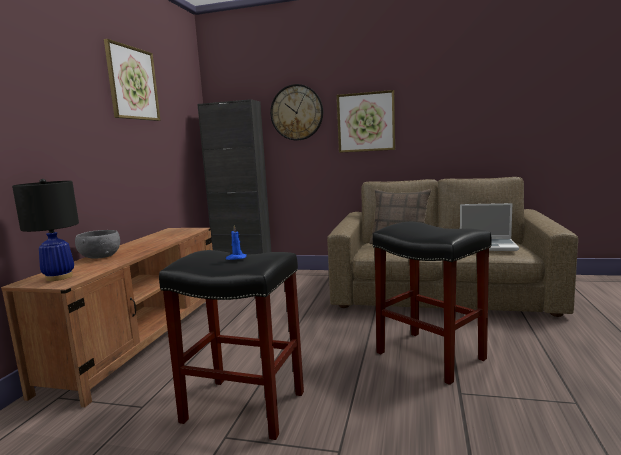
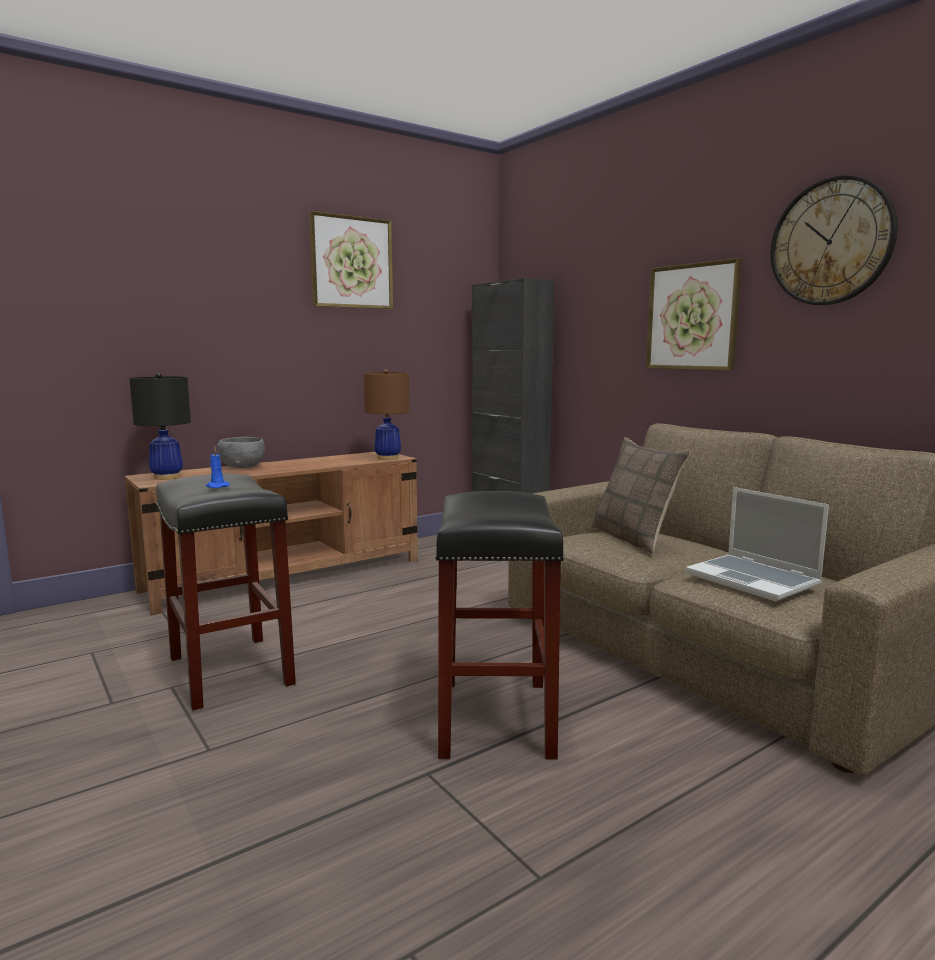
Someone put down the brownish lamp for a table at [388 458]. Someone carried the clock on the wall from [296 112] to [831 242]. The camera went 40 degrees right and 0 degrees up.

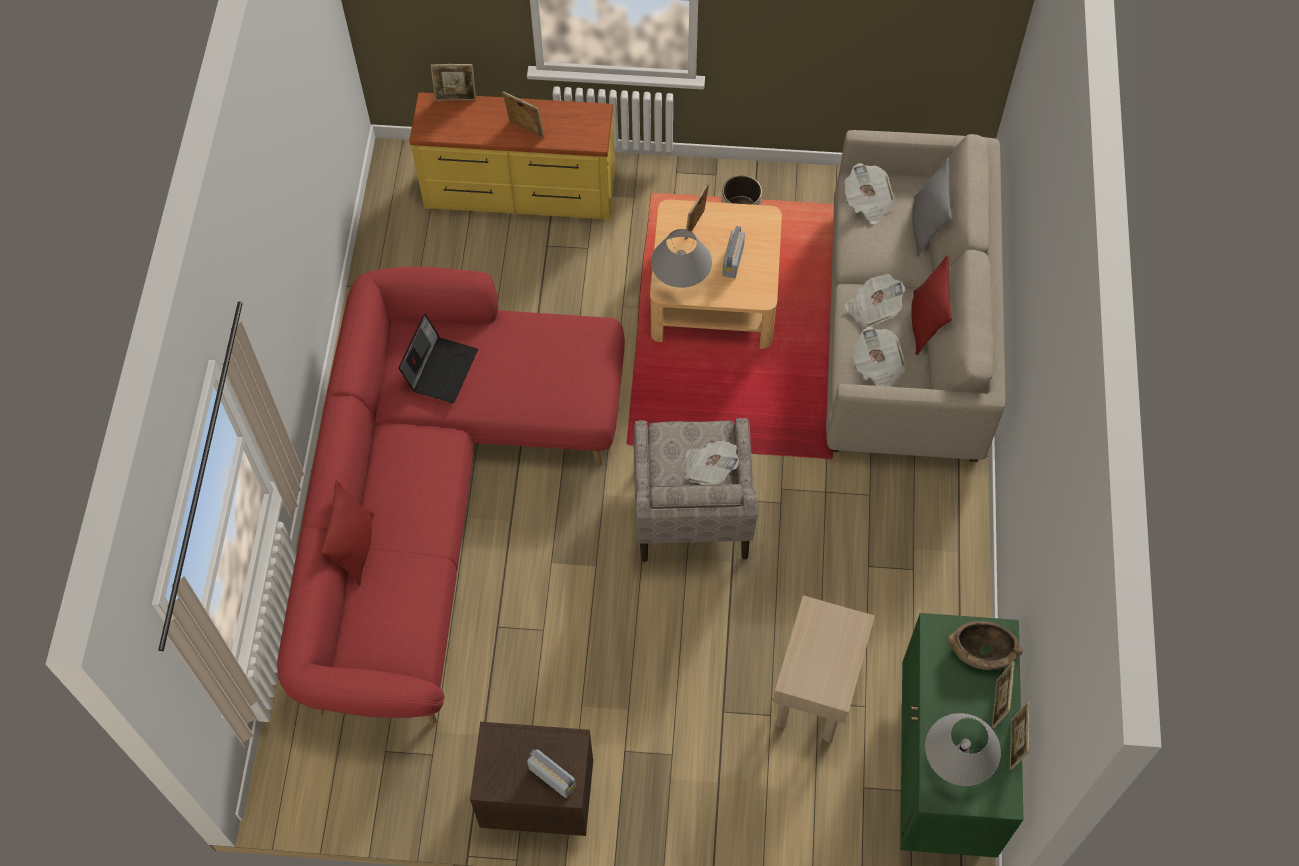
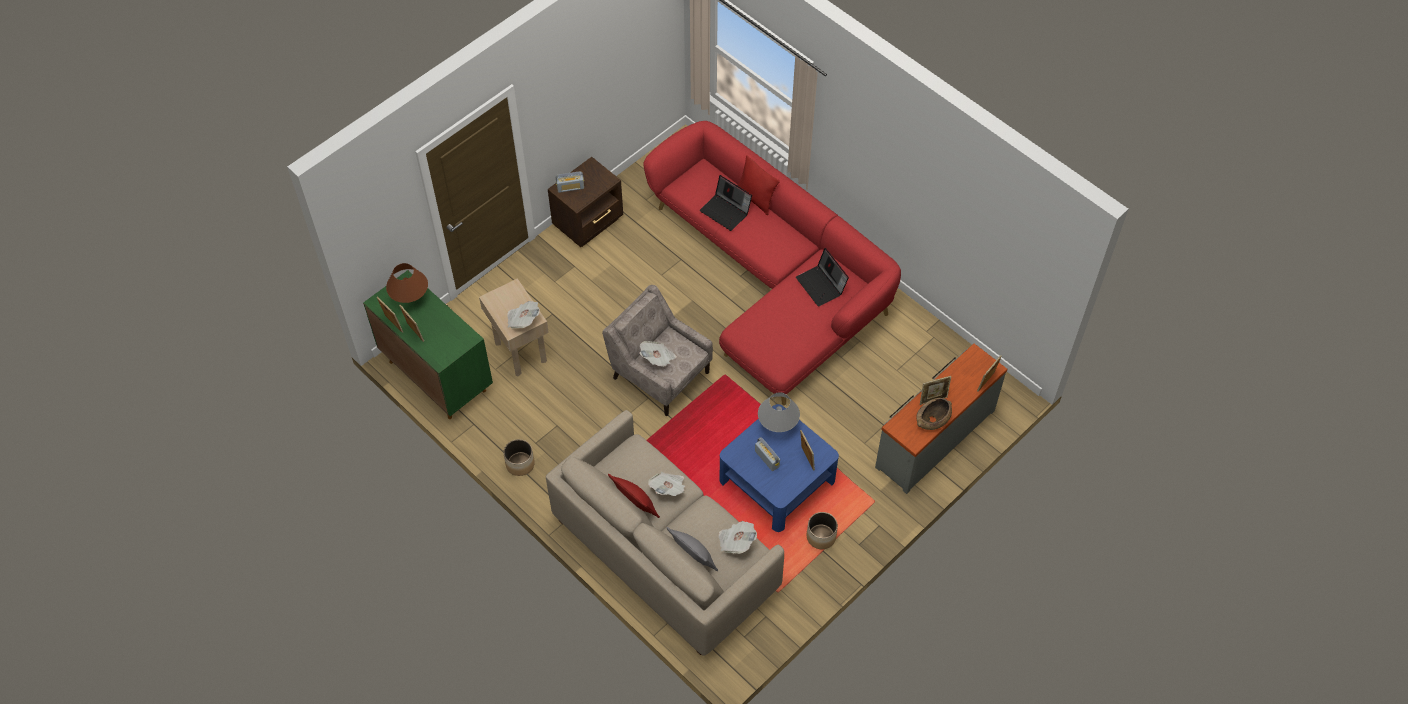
Someone repainted the grey lamp for a table at [956 761], which became the brownish lamp for a table at [410 298]. Someone put down the planter at [519 463]. Someone carried the newspaper from [877 366] to [523 320]. Someone put down the portable computer at [726 211]. Someone repainted the sand-coloured lounge table at [715 295], which became the blue-coloured lounge table at [776 480]. Someone repainted the yellow chest of drawers at [519 192], which became the grey chest of drawers at [934 437]. Someone carried the brownish bowl from [982 651] to [933 419]. The camera went 130 degrees right and 5 degrees down.

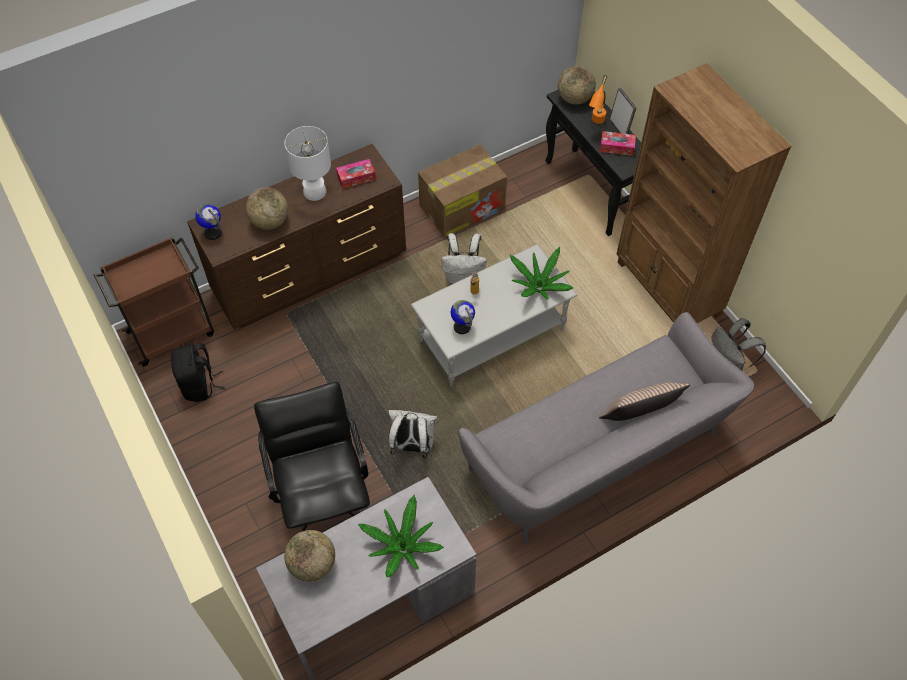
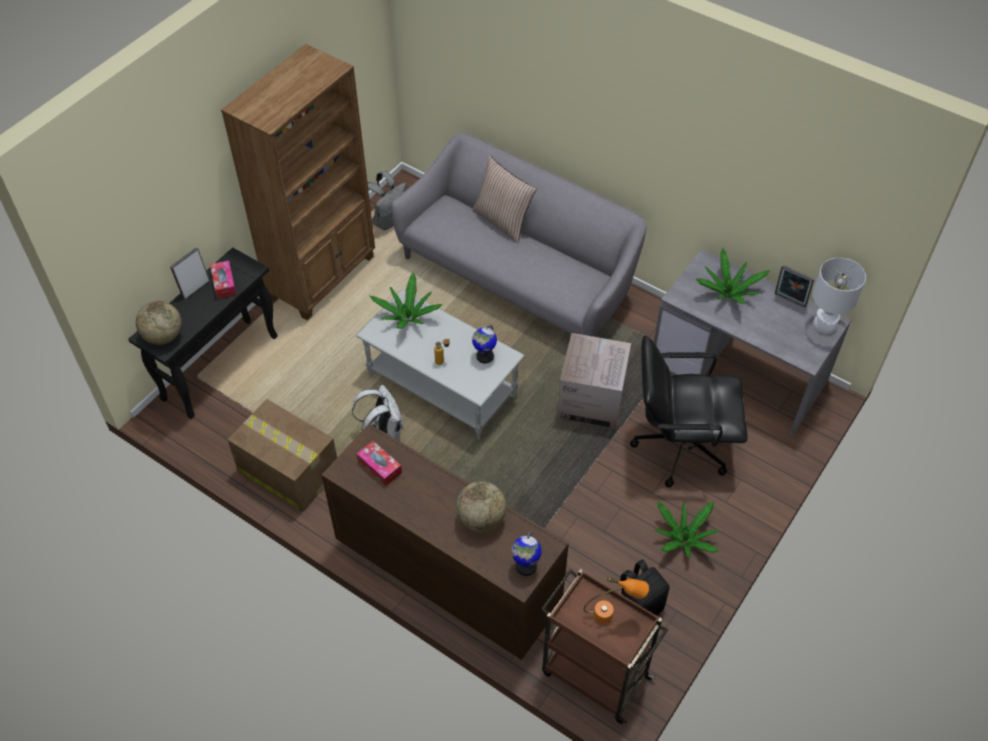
Someone swapped the white rucksack at [412 446] for the cardboard box at [591 401]. Someone carried the orange-coloured lamp for a table from [596 123] to [612 614]. Someone rotated the blackish computer chair at [323 496] by 45 degrees clockwise. Someone put down the potted plant at [684 539]. Someone put down the standing frame at [789 301]. Someone carried the white lamp for a table from [314 191] to [824 325]. Someone took away the world globe at [312 564]. The camera went 115 degrees left and 5 degrees down.

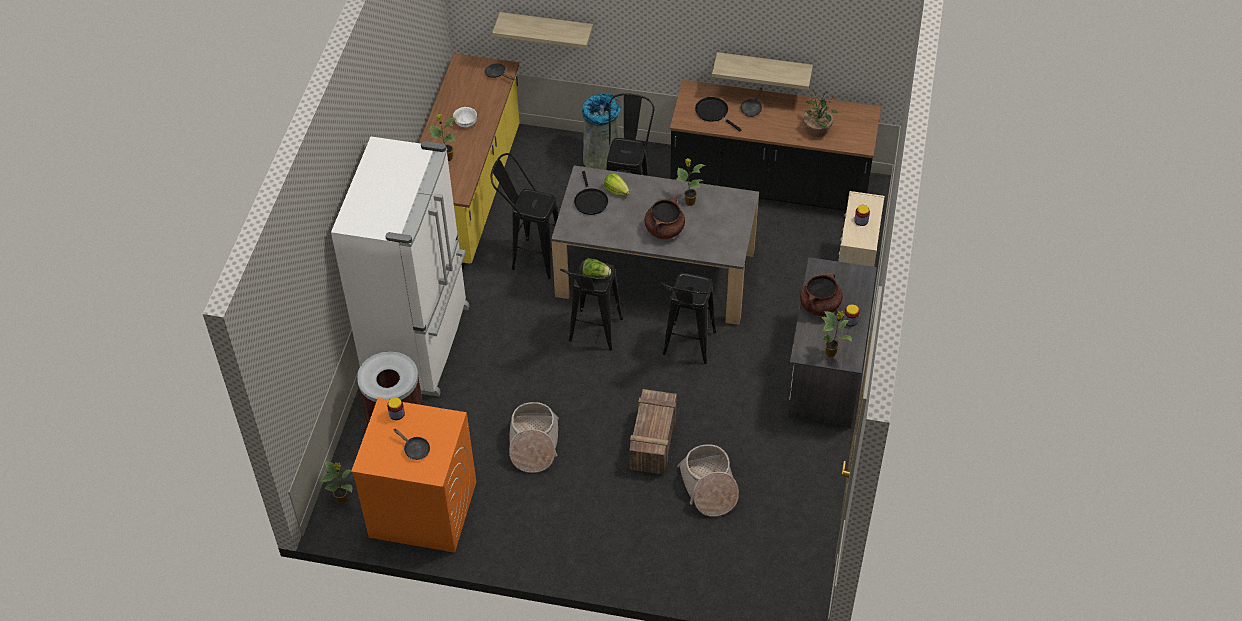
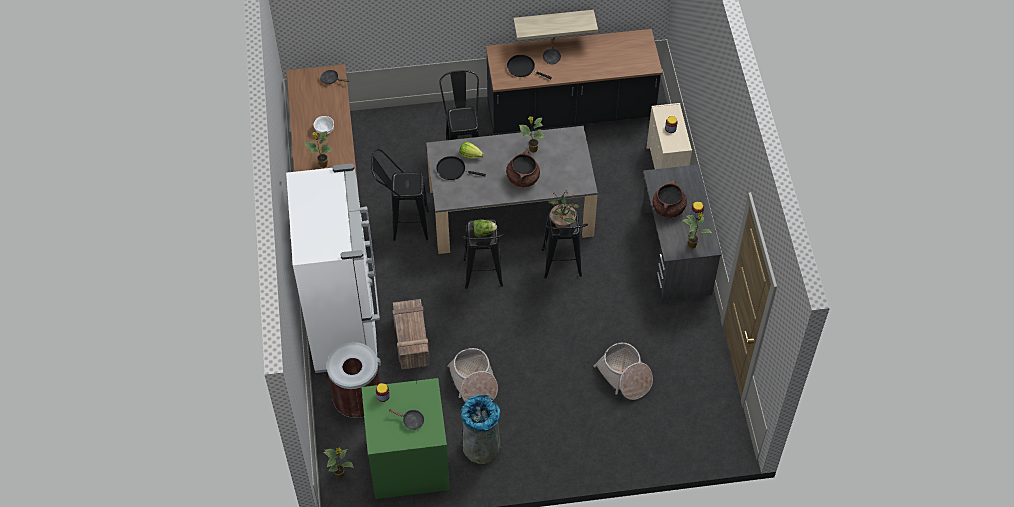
Someone repainted the orange-coloured washing machine at [422 509], which became the greenish washing machine at [408 463]. Someone carried the packing crate from [653 440] to [411 340]. Someone rotated the blackish pan at [590 201] by 135 degrees clockwise. Someone carried the grey waste bin from [602 160] to [481 446]. Someone carried the potted plant from [817 130] to [562 222]. Someone took away the shelf at [546 28]. The camera went 20 degrees left and 5 degrees up.

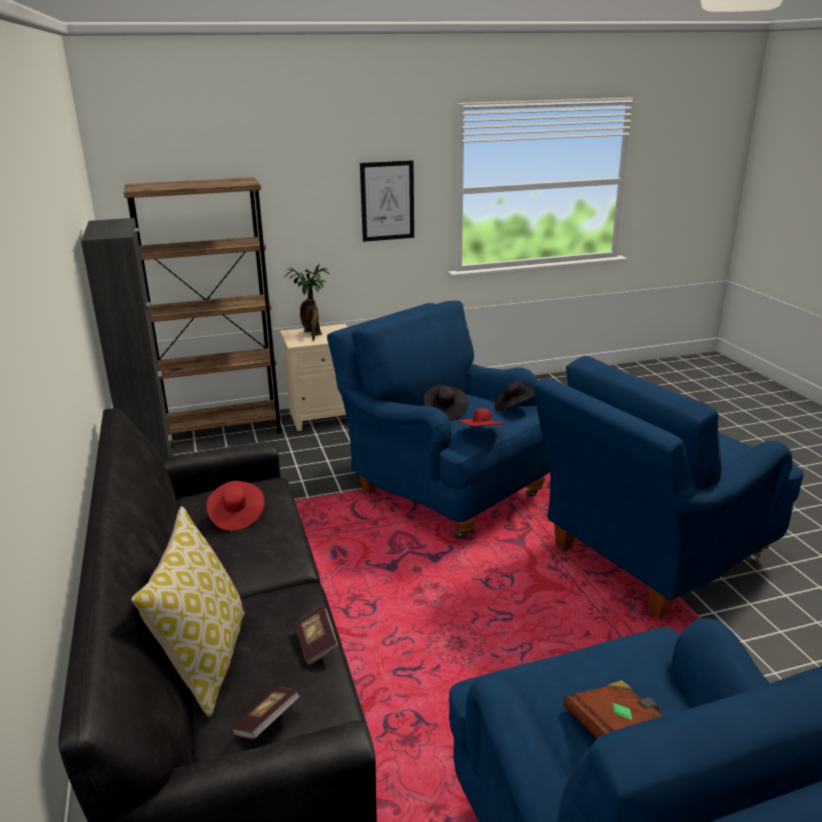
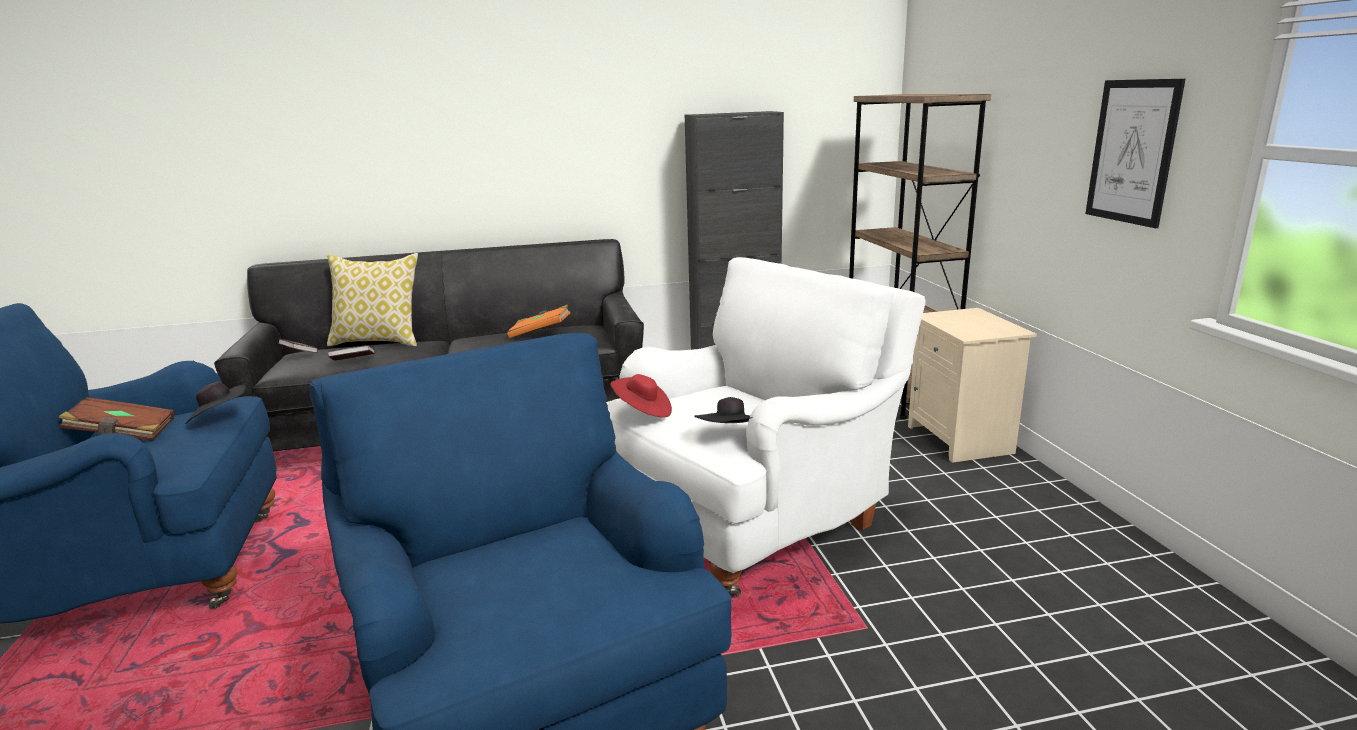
Someone carried the blackish hat from [445 412] to [219 418]. Someone swapped the red-coloured hat at [236 516] for the orange-coloured volume at [540 333]. Someone repainted the blue-coloured lounge chair at [444 490], which became the white lounge chair at [754 523]. Someone took away the potted plant at [312 334]. The camera went 95 degrees right and 5 degrees down.

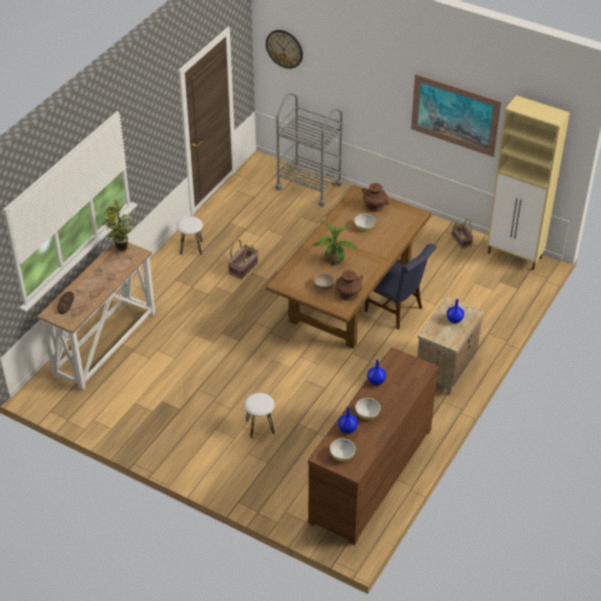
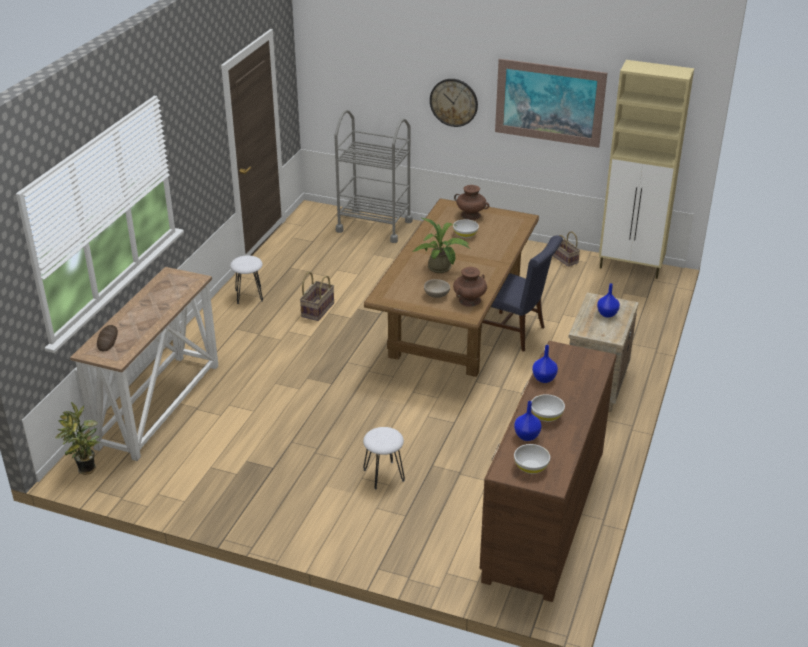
Someone carried the potted plant from [121 249] to [86 470]. Someone carried the clock on the wall from [284 48] to [454 102]. The camera went 10 degrees left and 10 degrees down.

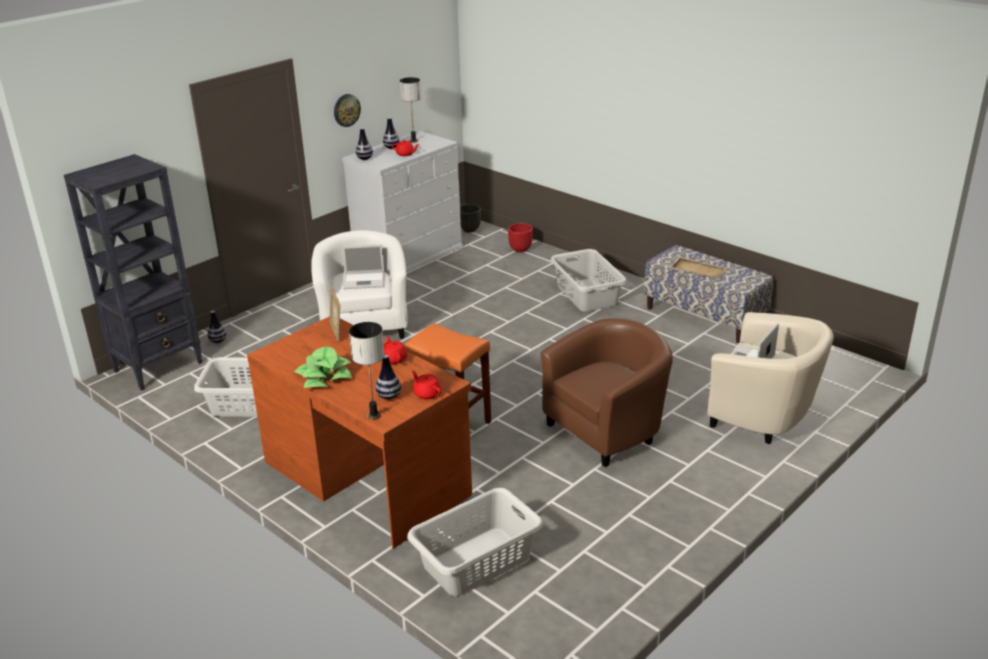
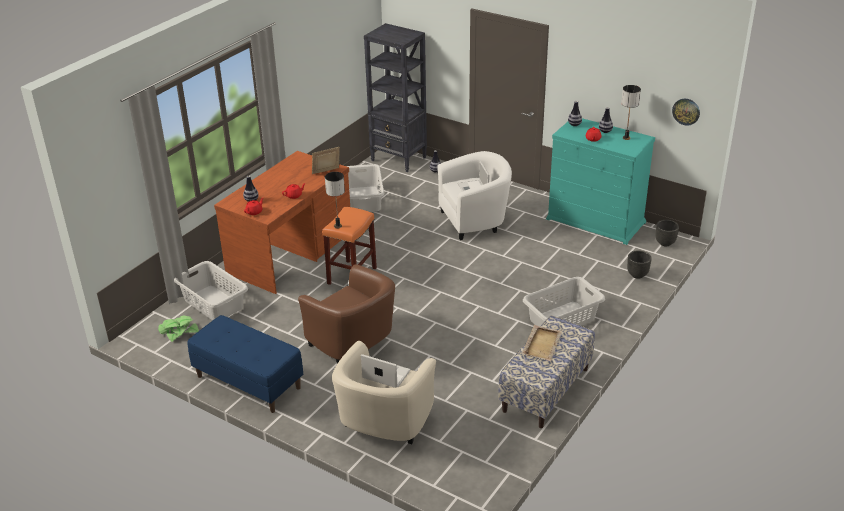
Someone carried the potted plant from [324 377] to [178 331]. Someone put down the blue-coloured indoor bench at [248 382]. Someone carried the lamp for a table from [374 416] to [338 226]. Someone repainted the white chest of drawers at [408 256], which became the blue-green chest of drawers at [596 221]. Someone repainted the red-coloured planter at [520 249], which became the blackish planter at [637 275]. Someone carried the clock on the wall from [346 110] to [686 111]. The camera went 80 degrees right and 5 degrees up.

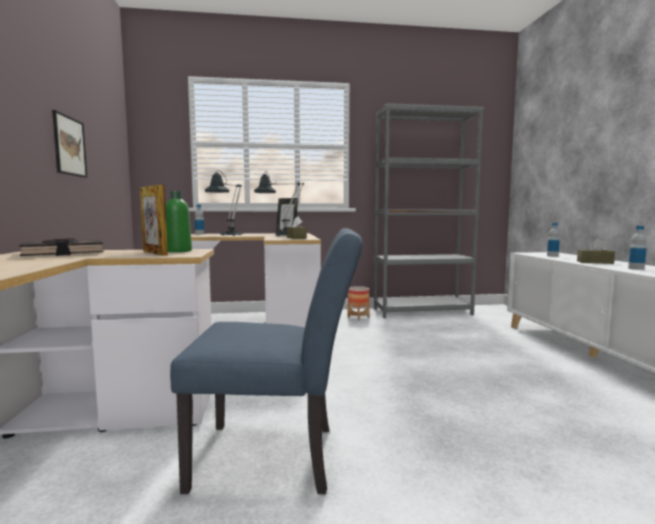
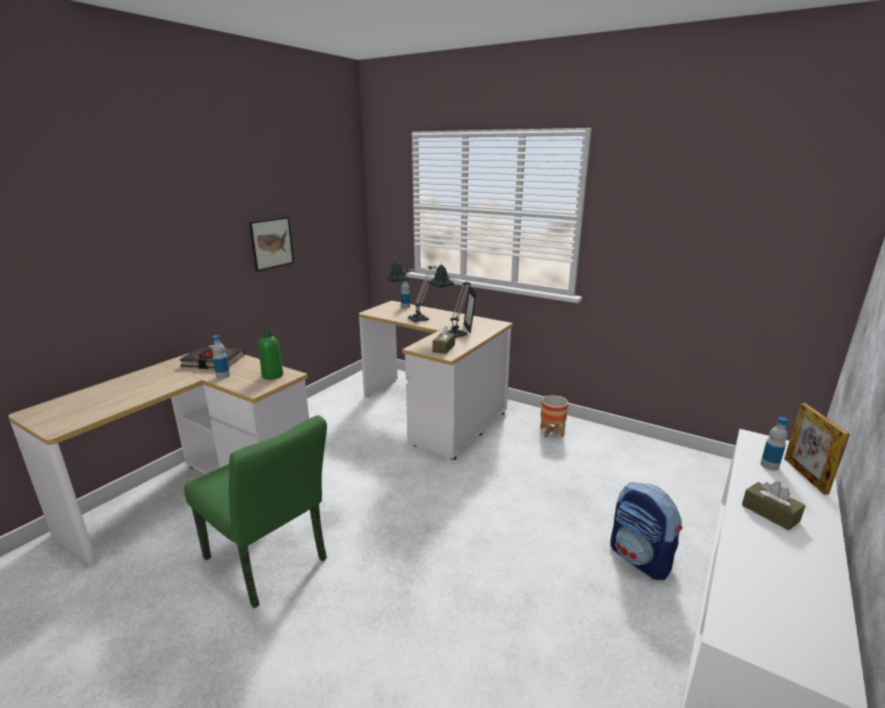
Someone repainted the blue-coloured chair at [277 457], which became the greenish chair at [271 563]. Someone carried the bottle from [636 268] to [223 376]. Someone put down the rucksack at [640 559]. Someone carried the standing frame from [154 253] to [805 475]. Someone took away the grey shelving unit at [422 311]. The camera went 40 degrees right and 15 degrees up.

